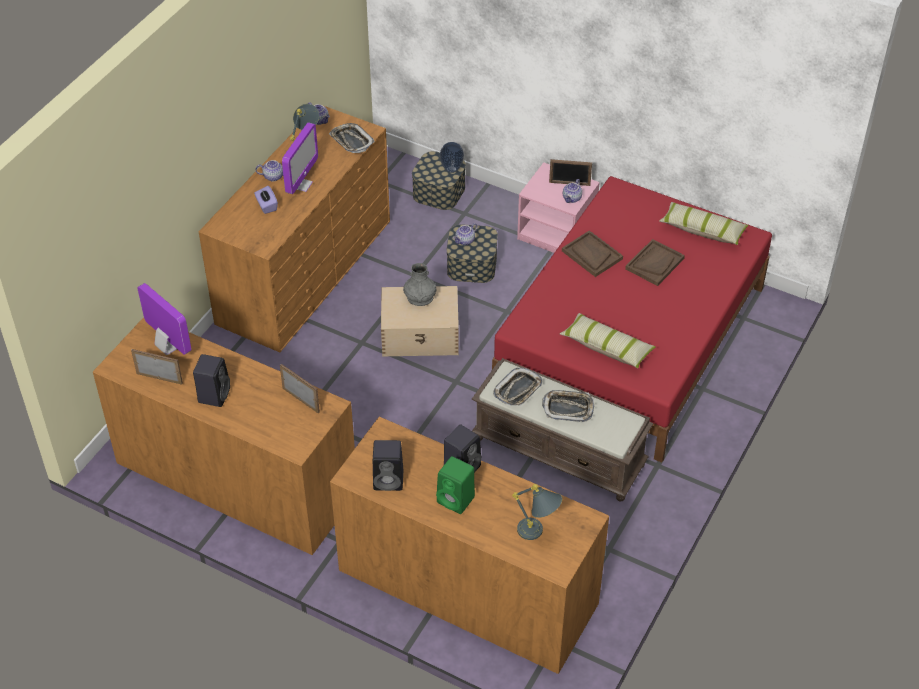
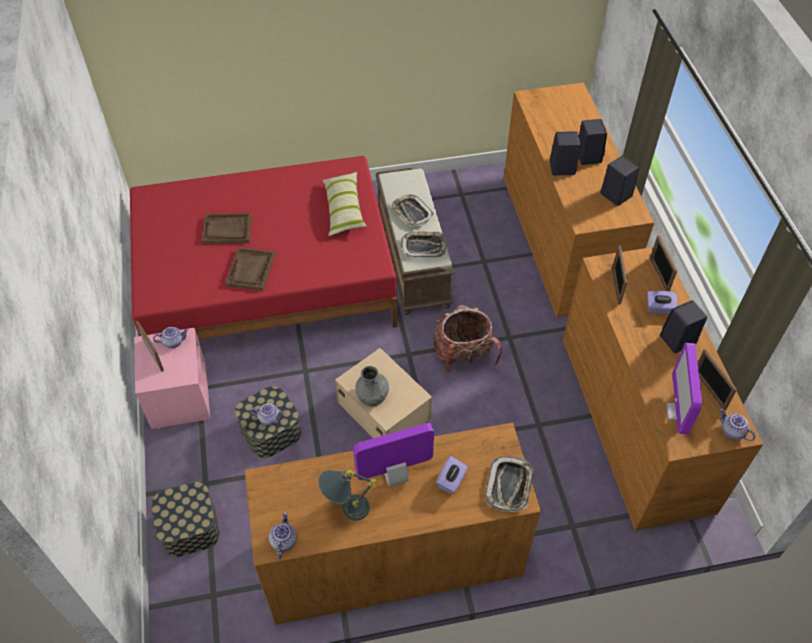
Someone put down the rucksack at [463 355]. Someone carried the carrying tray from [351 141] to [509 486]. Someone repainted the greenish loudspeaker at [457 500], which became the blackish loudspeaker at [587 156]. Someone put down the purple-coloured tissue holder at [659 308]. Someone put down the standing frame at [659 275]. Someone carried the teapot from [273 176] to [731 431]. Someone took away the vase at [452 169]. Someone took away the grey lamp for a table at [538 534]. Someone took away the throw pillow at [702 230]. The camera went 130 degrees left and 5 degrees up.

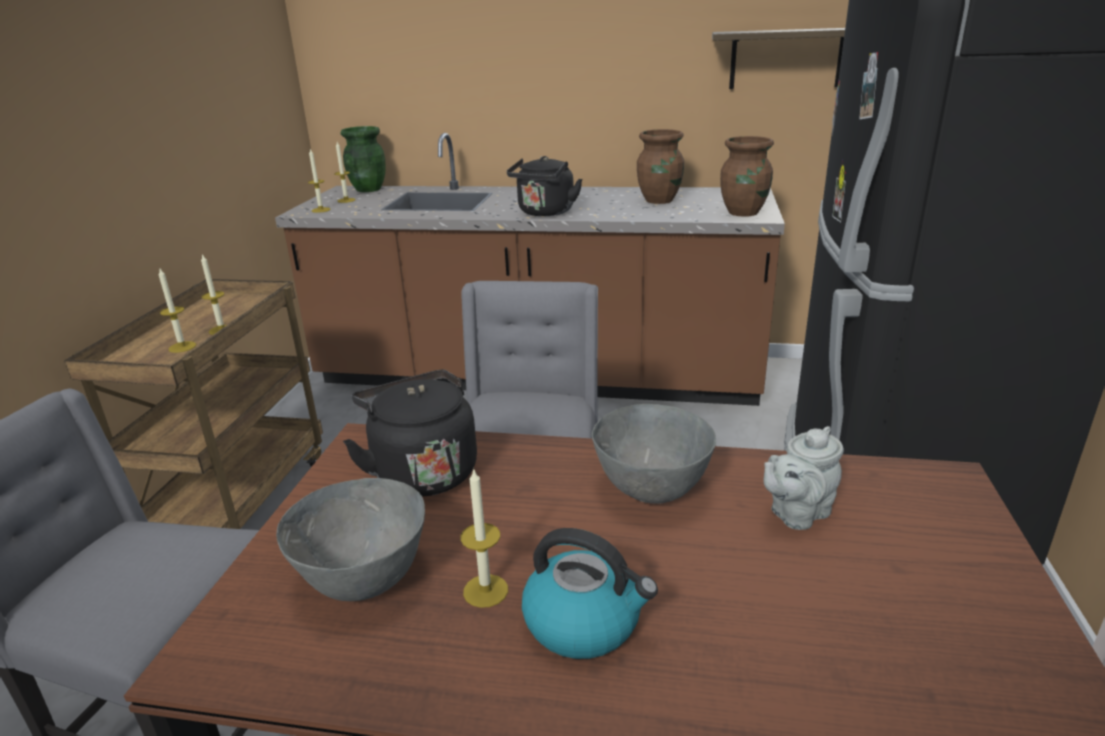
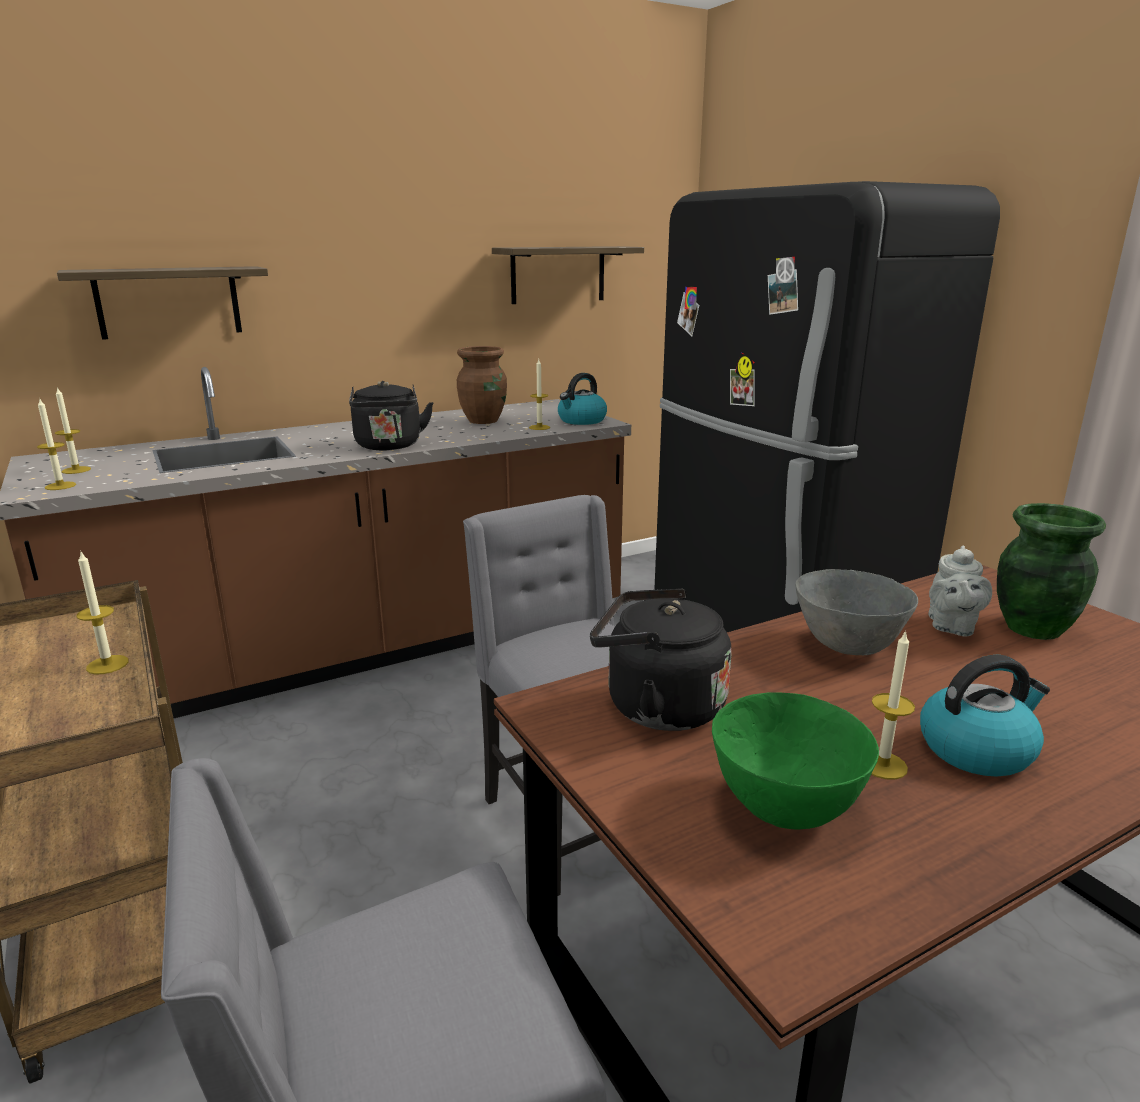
Someone put up the shelf at [168 302]. Someone carried the wax light from [182 347] to [539 427]. Someone swapped the brownish vase at [744 212] for the water kettle at [581 421]. Someone repainted the grey bowl at [364 580], which became the greenish bowl at [786 808]. Someone carried the greenish vase from [368 189] to [1031 628]. The camera went 40 degrees left and 5 degrees down.

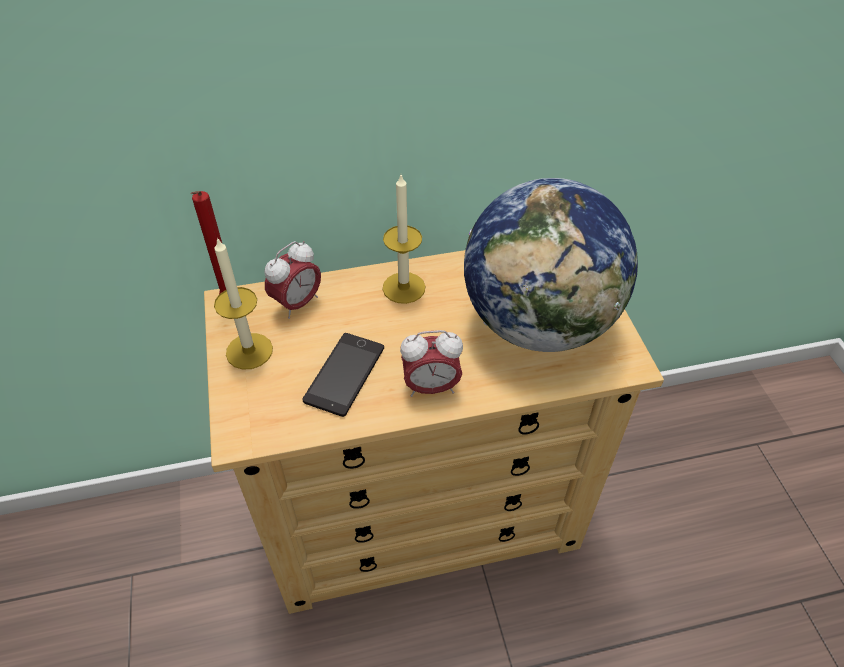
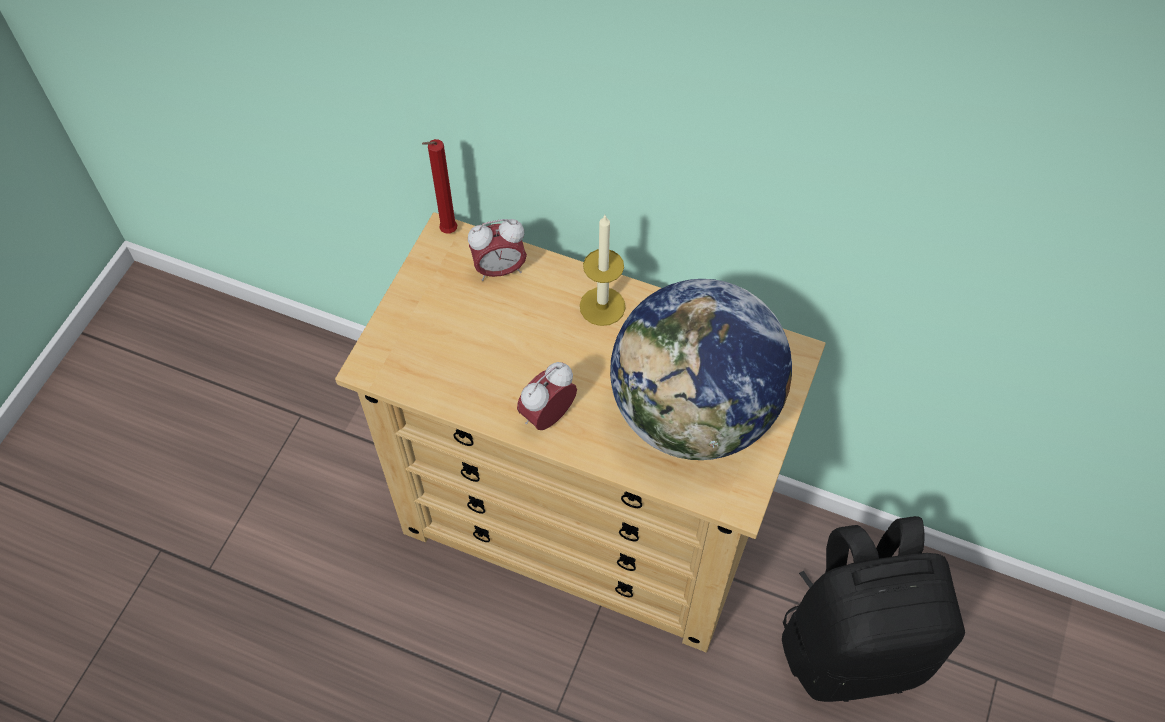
Someone rotated the table clock at [431 387] by 105 degrees clockwise. Someone put down the blackish rucksack at [853 645]. Someone took away the wax light at [249 351]. Someone took away the phone at [344 374]. The camera went 35 degrees right and 10 degrees up.

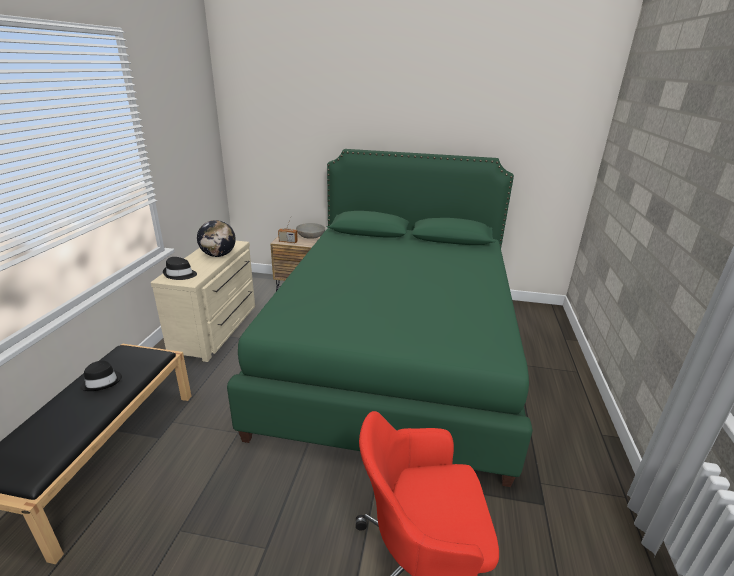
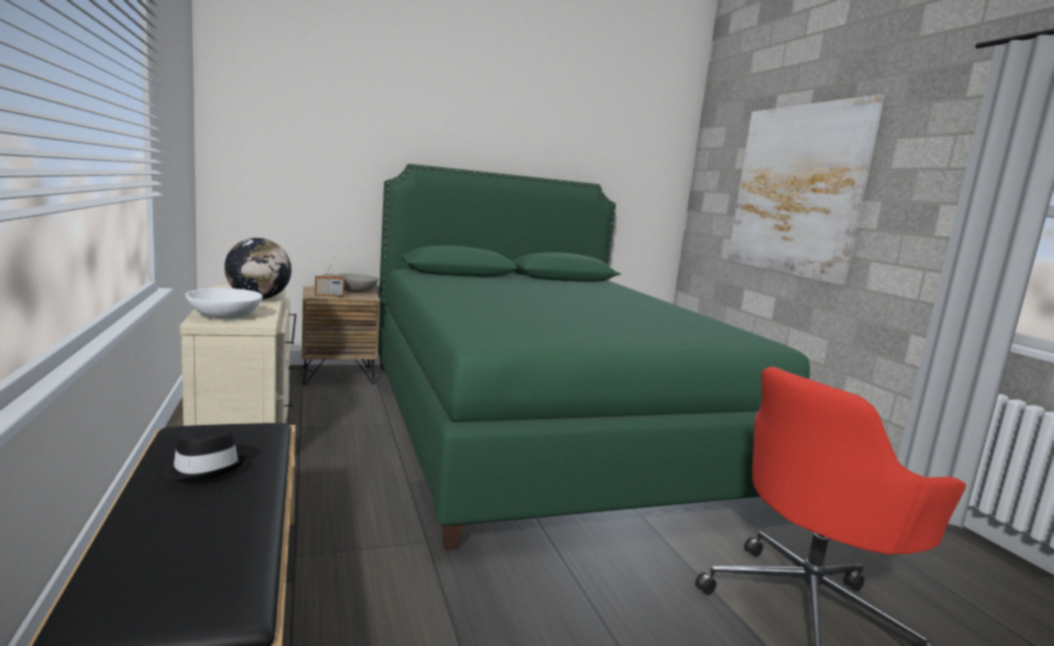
Someone swapped the blackish hat at [180 274] for the white bowl at [224 316]. Someone put up the wall art at [796 190]. The camera went 30 degrees left and 15 degrees down.

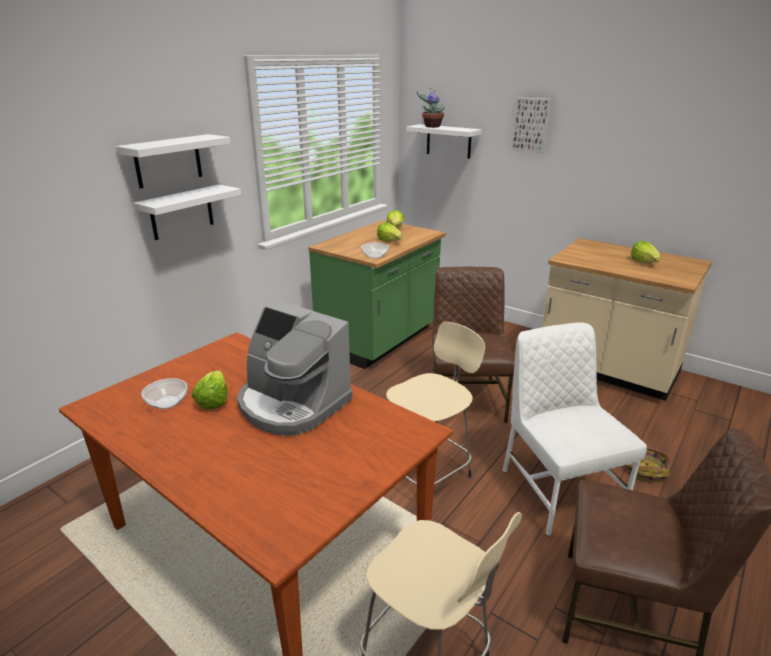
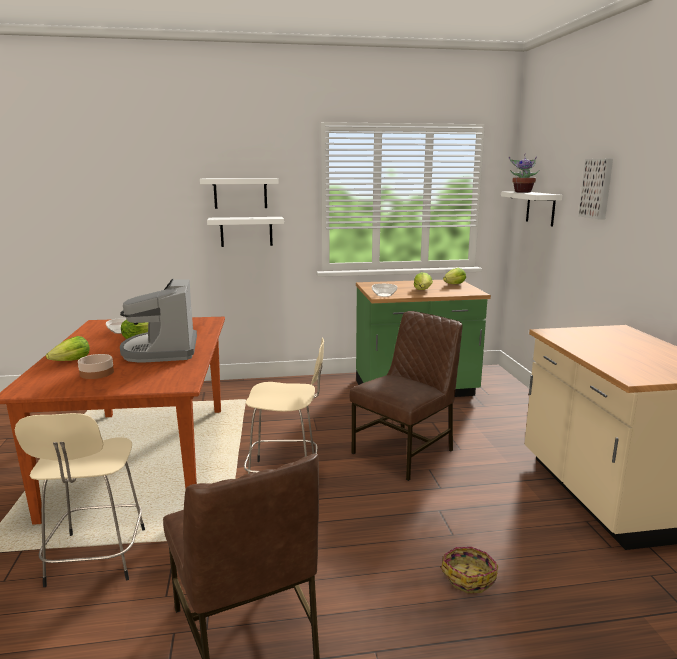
Someone carried the lettuce from [644 262] to [72 361]. Someone put down the bowl at [96 373]. Someone took away the white chair at [558 490]. The camera went 45 degrees right and 10 degrees down.

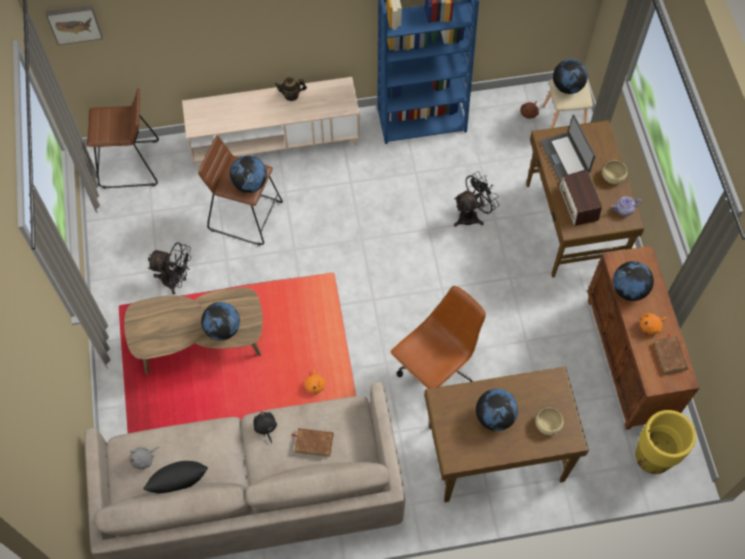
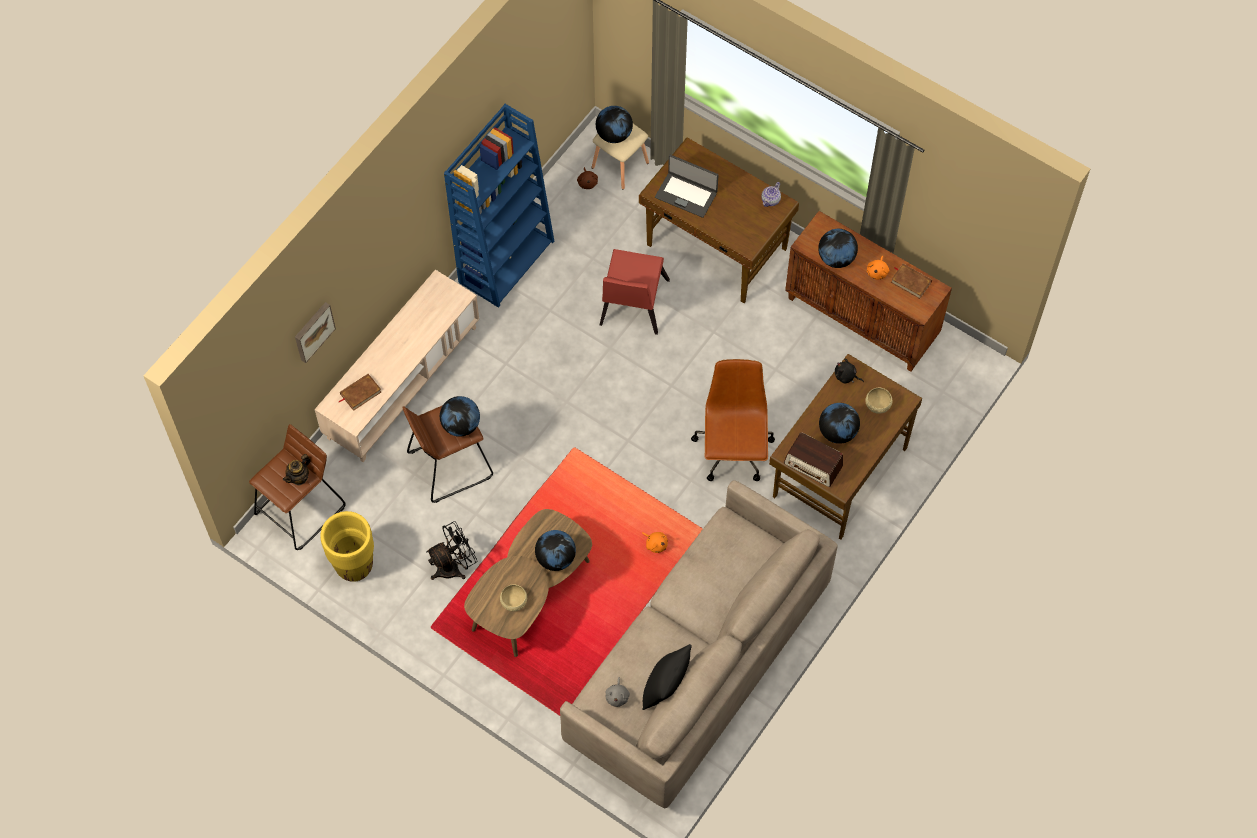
Someone carried the teapot from [291 95] to [299 477]. Someone carried the wall art from [74 23] to [313 331]. Someone carried the yellow planter from [652 458] to [354 566]. Someone carried the brownish volume from [314 442] to [360 393]. Someone carried the sand-coloured bowl from [613 176] to [513 601]. Someone swapped the blackish fan at [472 215] for the red-coloured chair at [632 306]. Someone carried the radio set from [578 204] to [813 465]. Someone carried the blackish soft toy from [265 427] to [846 376]. The camera went 45 degrees left and 0 degrees up.

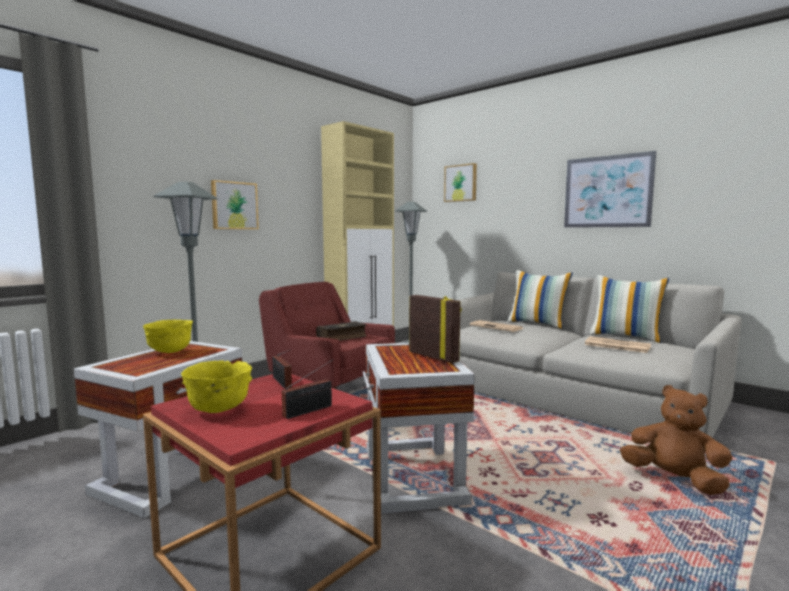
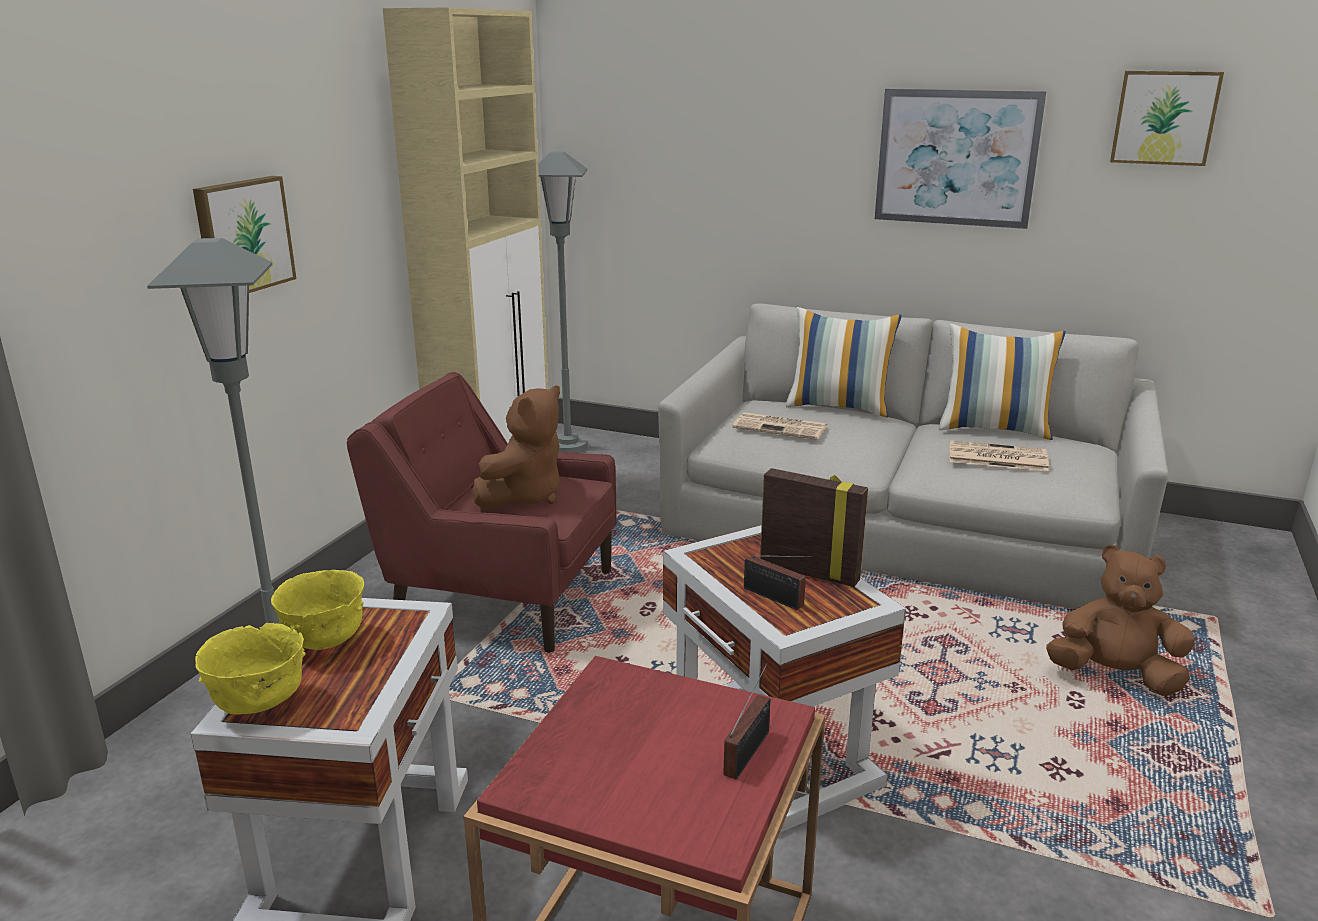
Someone carried the yellow bowl from [219 410] to [259 704]. Someone swapped the volume at [342 337] for the brownish soft toy at [524 496]. Someone carried the radio set from [282 383] to [776 598]. Someone carried the wall art from [461 183] to [1164 117]. The camera went 20 degrees left and 15 degrees up.

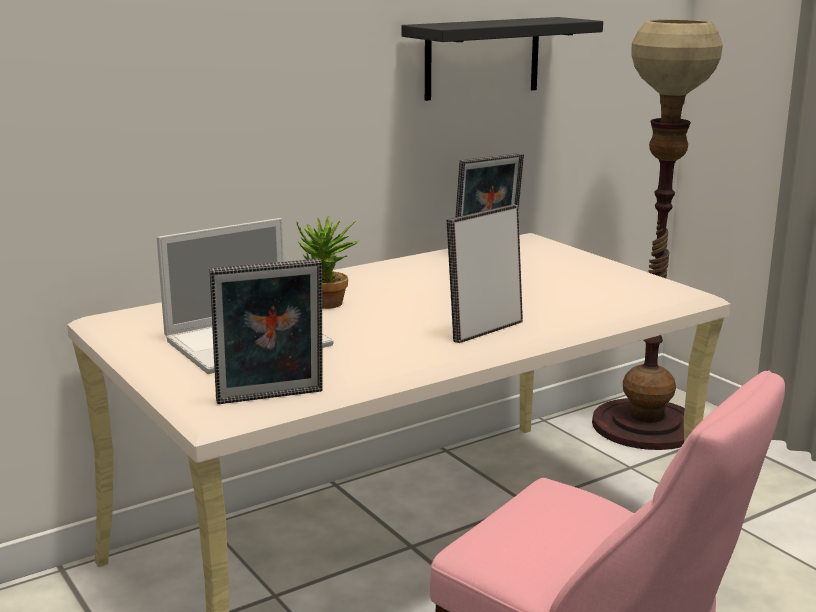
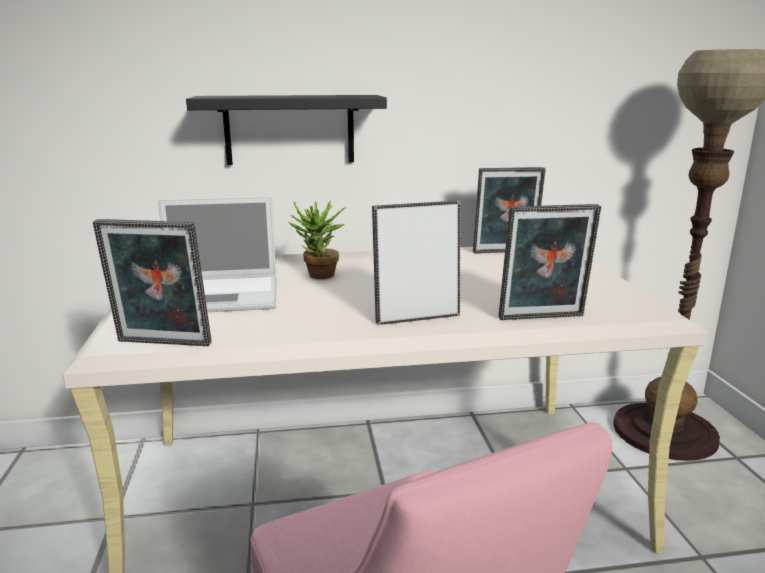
Someone carried the blackish shelf from [482 58] to [289 129]. Someone put down the standing frame at [543 318]. The camera went 25 degrees right and 0 degrees up.

